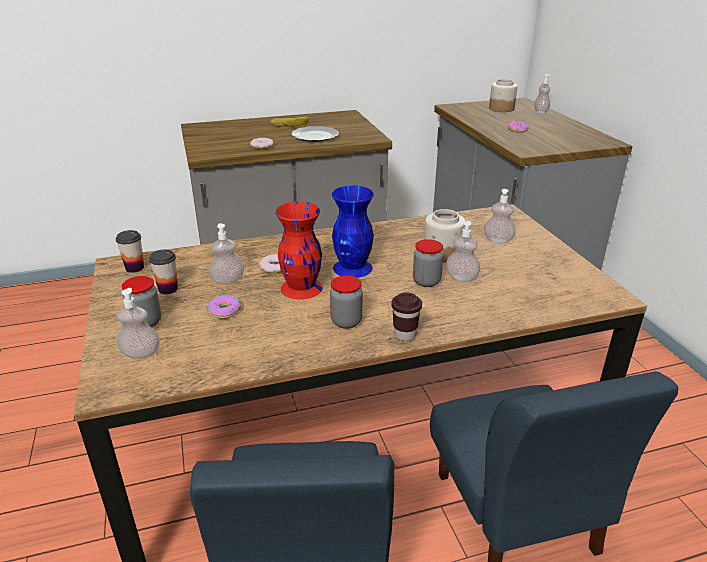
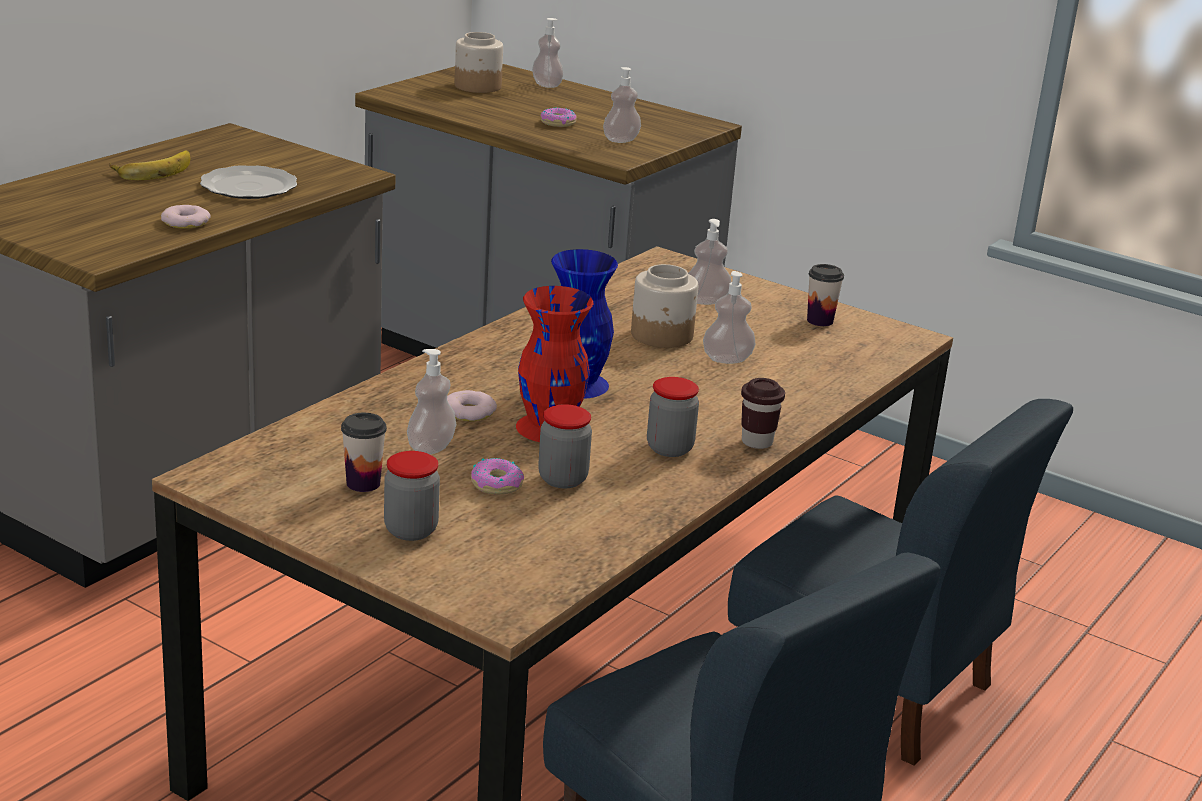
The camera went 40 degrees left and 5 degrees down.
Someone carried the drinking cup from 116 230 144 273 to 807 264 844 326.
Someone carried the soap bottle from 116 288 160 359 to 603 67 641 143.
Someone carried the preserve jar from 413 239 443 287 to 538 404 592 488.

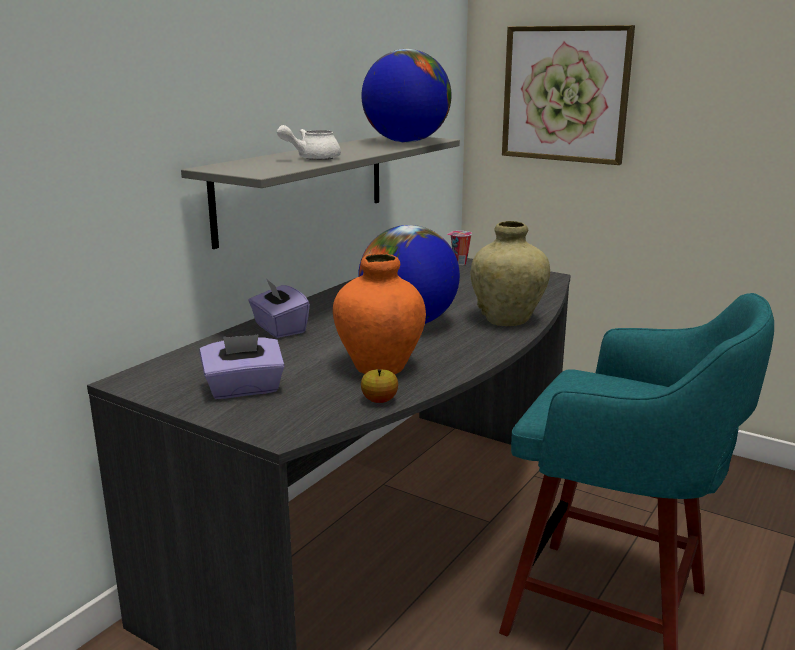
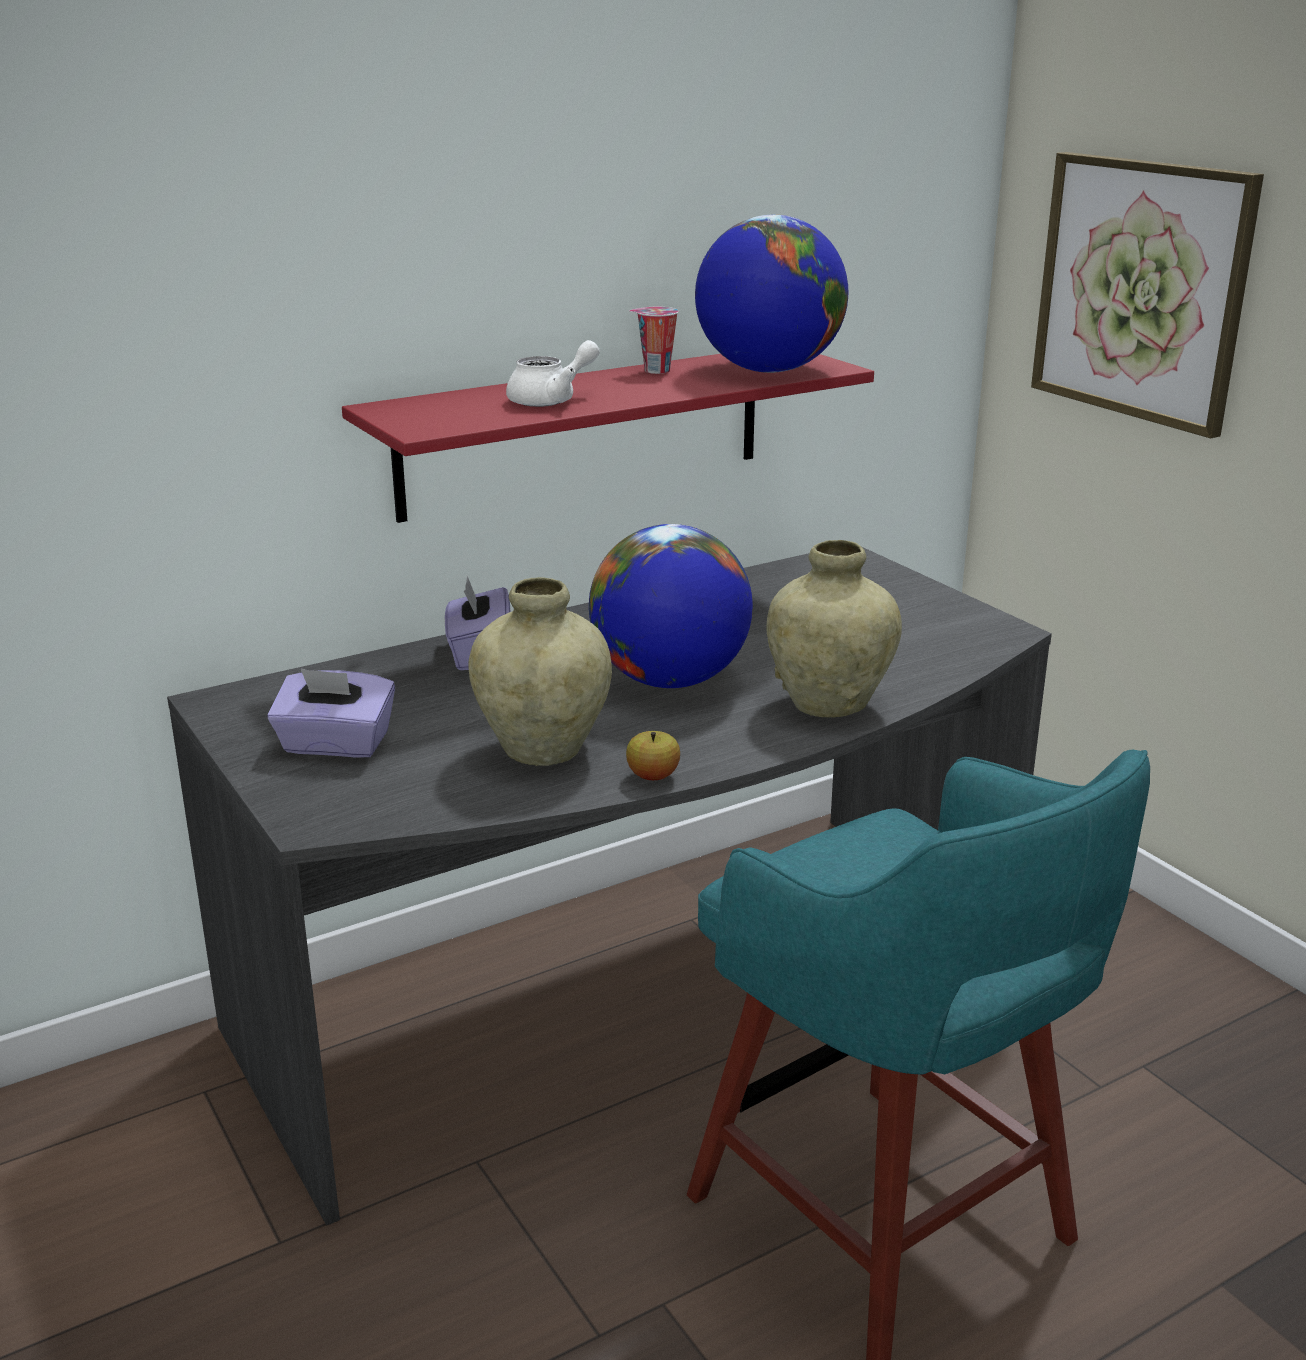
The camera went 25 degrees right and 5 degrees up.
Someone carried the apple from 361 369 398 403 to 626 731 680 780.
Someone carried the drinking cup from 447 231 472 265 to 629 307 679 374.
Someone repainted the shelf (gray) at 181 136 460 249, which became the shelf (reddish) at 342 354 874 523.
Someone repainted the vase (orange) at 333 254 426 374, which became the vase (beige-coloured) at 468 577 612 766.
Someone rotated the teapot (whitish) at 277 125 341 160 by 150 degrees clockwise.

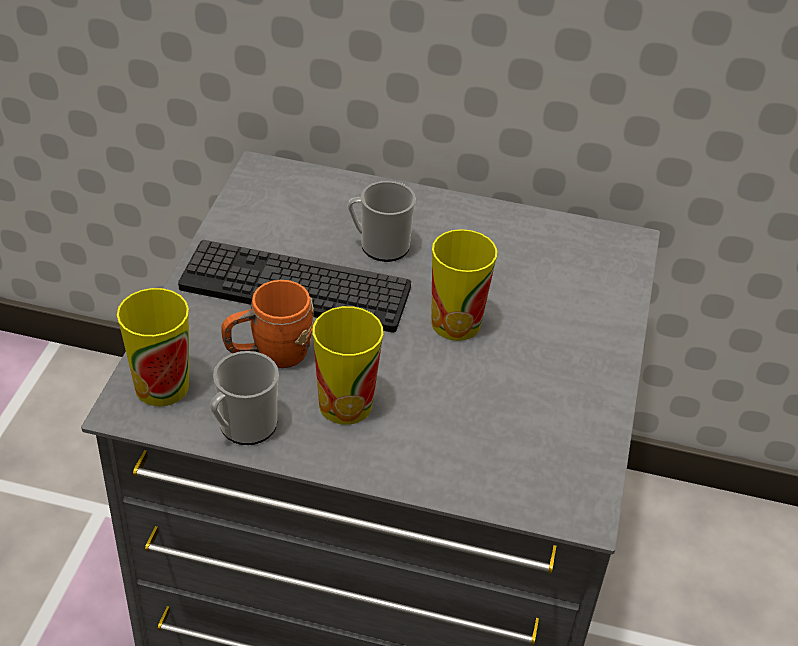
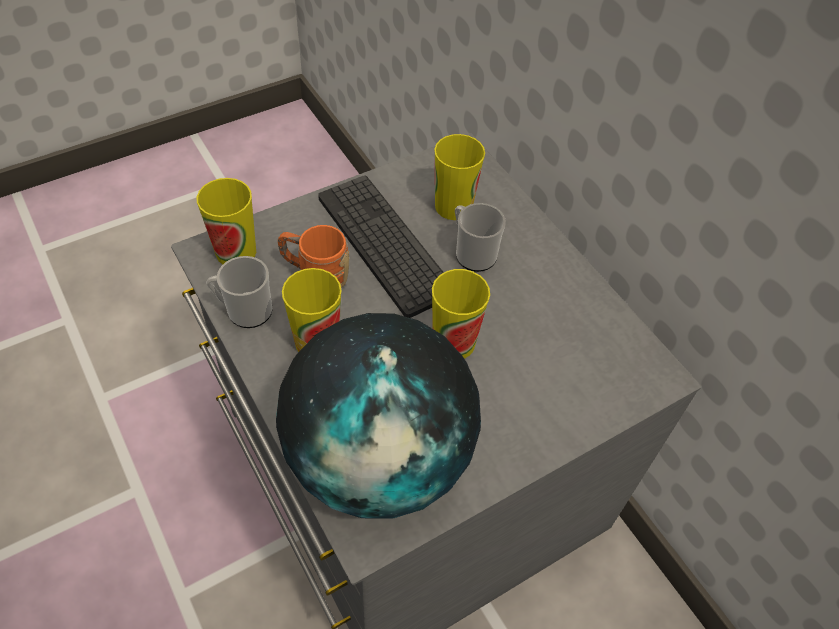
The camera went 45 degrees right and 10 degrees up.
Someone put down the world globe at 276 313 481 519.
Someone put down the drinking cup at 434 134 485 220.

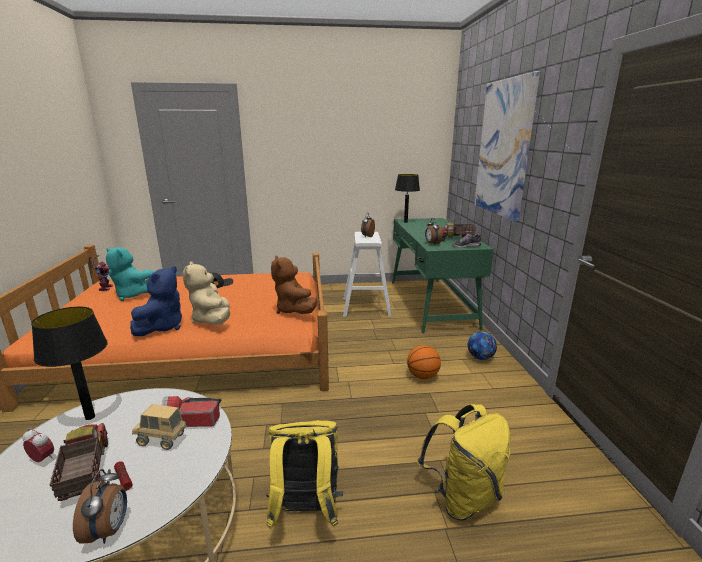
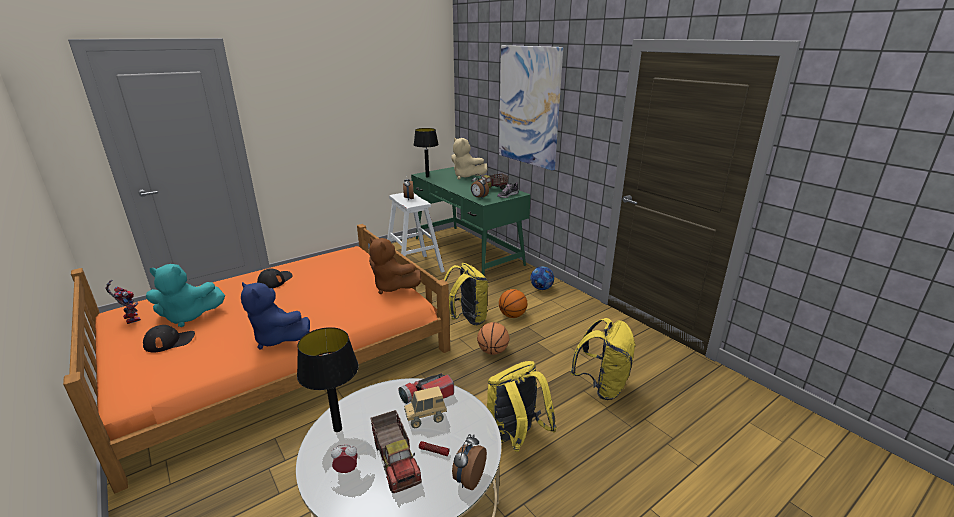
The camera went 30 degrees left and 5 degrees up.
Someone put down the cap (black) at 143 325 195 352.
Someone put down the knapsack (yellow) at 444 263 488 326.
Someone put down the ball for basketball at 477 322 509 355.
Someone carried the soft toy (beige-coloured) from 182 262 230 325 to 451 138 488 180.
Someone rotated the toy truck at 49 423 108 501 by 150 degrees counterclockwise.
Someone rotated the table clock at 73 469 127 544 by 120 degrees counterclockwise.
Someone rotated the soft toy (blue) at 130 266 182 336 by 135 degrees clockwise.

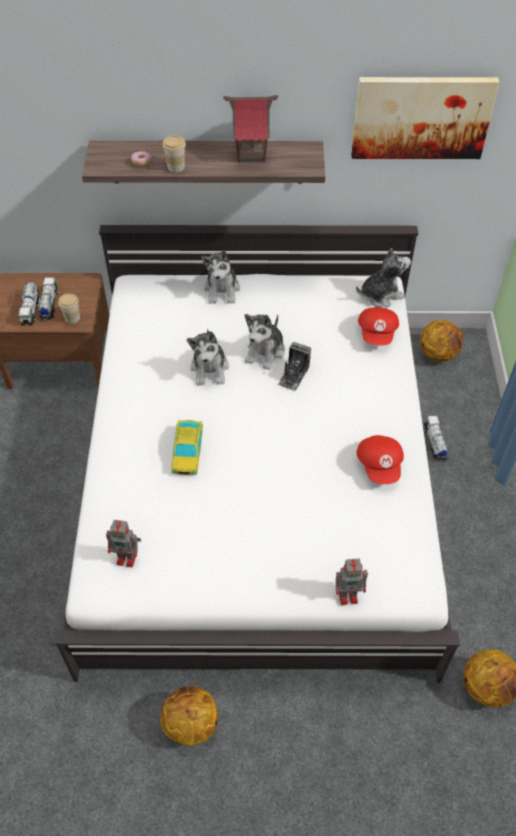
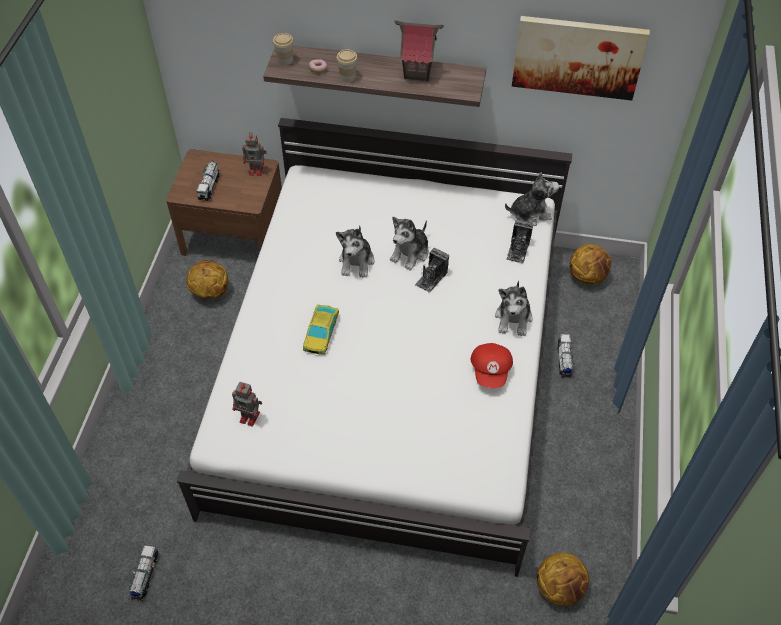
The camera went 10 degrees right and 0 degrees up.
Someone carried the toy truck from 38 277 58 320 to 128 545 158 601.
Someone carried the drinking cup from 58 294 80 324 to 273 33 294 65.
Someone carried the ball for basketball from 160 686 218 746 to 186 260 228 299.
Someone carried the soft toy from 201 250 240 304 to 495 280 532 336.
Someone carried the toy robot from 335 559 368 605 to 242 134 266 176.
Someone swapped the cap (reddish) at 358 307 399 346 for the still camera at 506 220 534 263.

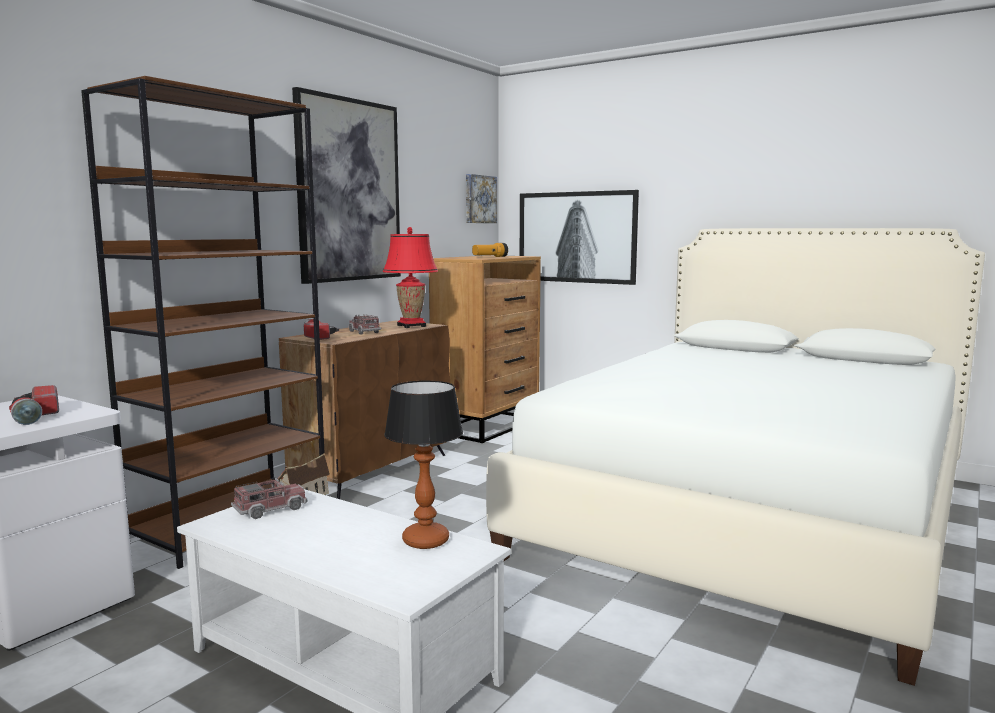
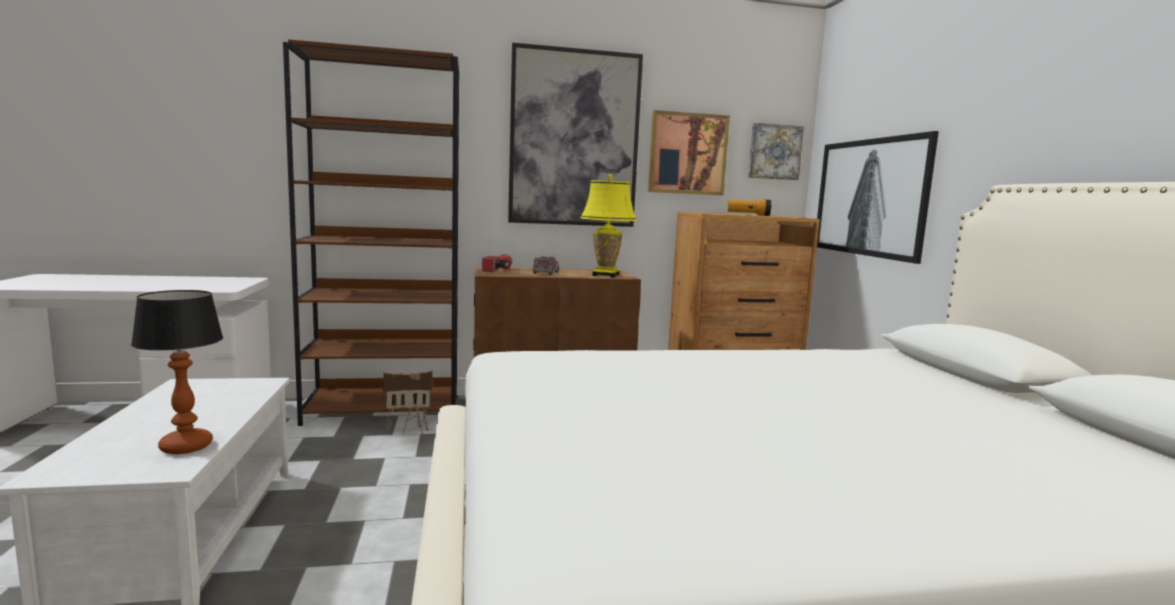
The camera went 45 degrees right and 0 degrees up.
Someone took away the hand torch at 9 385 59 425.
Someone took away the toy truck at 231 478 307 519.
Someone put up the wall picture at 648 110 730 195.
Someone repainted the tabletop lamp (reddish) at 383 227 438 328, which became the tabletop lamp (yellow) at 581 174 637 277.

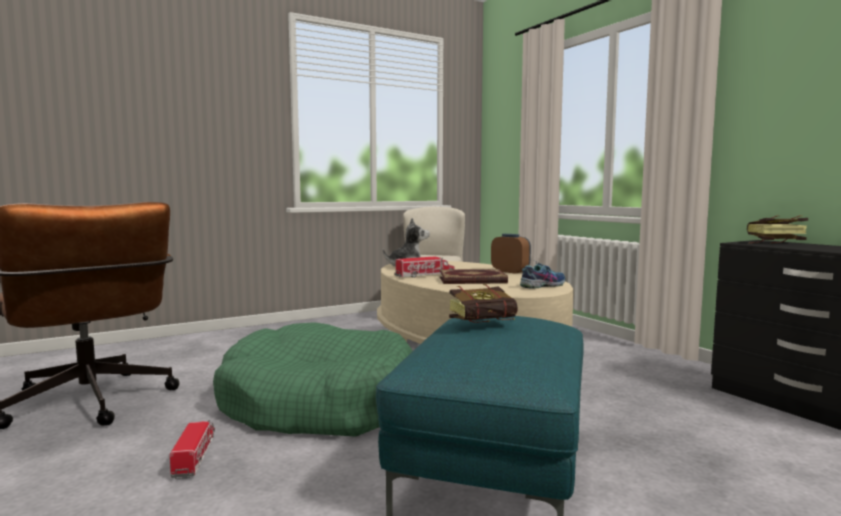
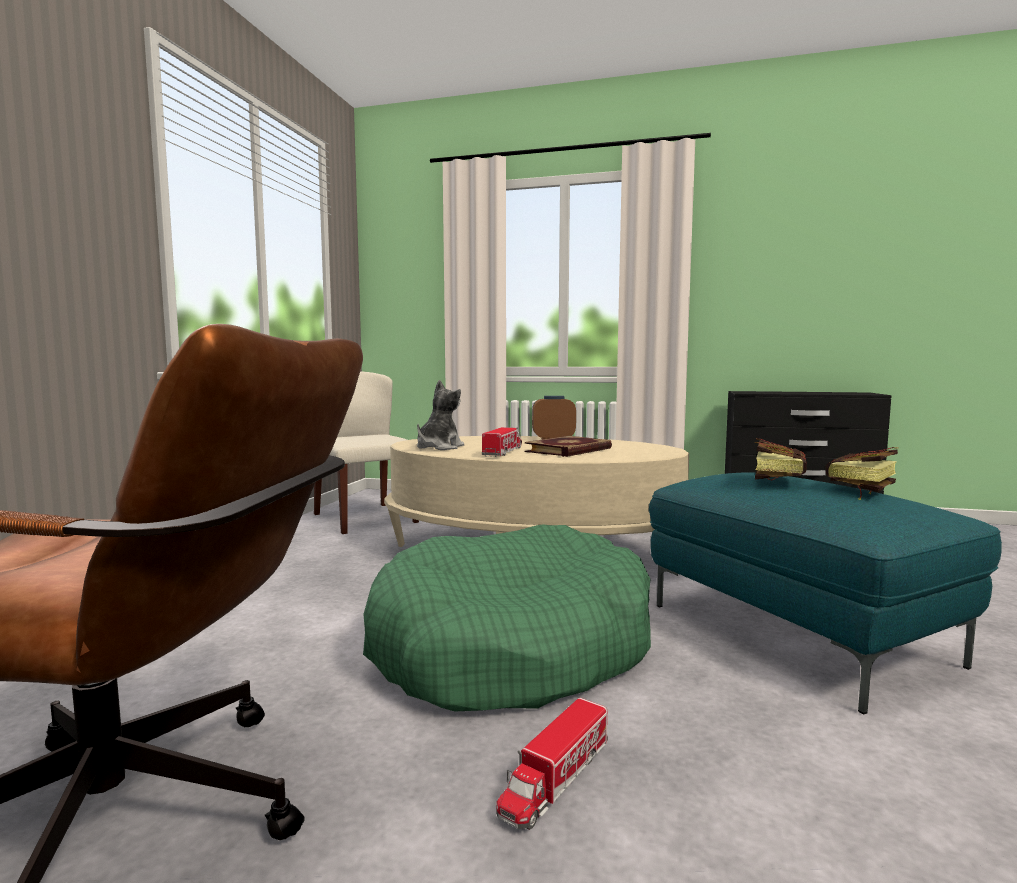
The camera went 45 degrees left and 0 degrees up.
Someone took away the low shoe at 520 261 565 288.
Someone carried the volume from 747 215 808 243 to 825 447 898 500.
Someone rotated the toy truck at 170 420 215 479 by 90 degrees counterclockwise.

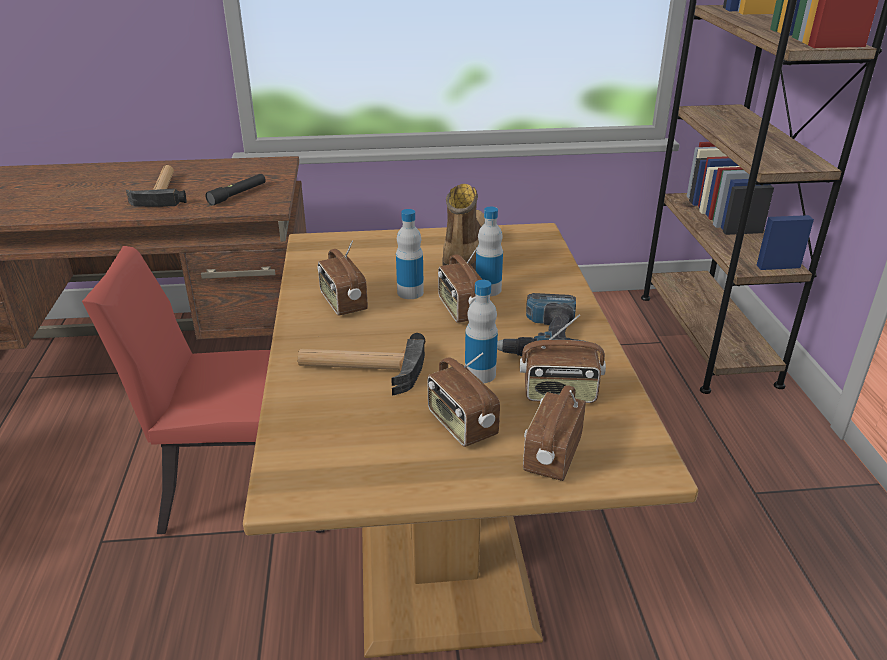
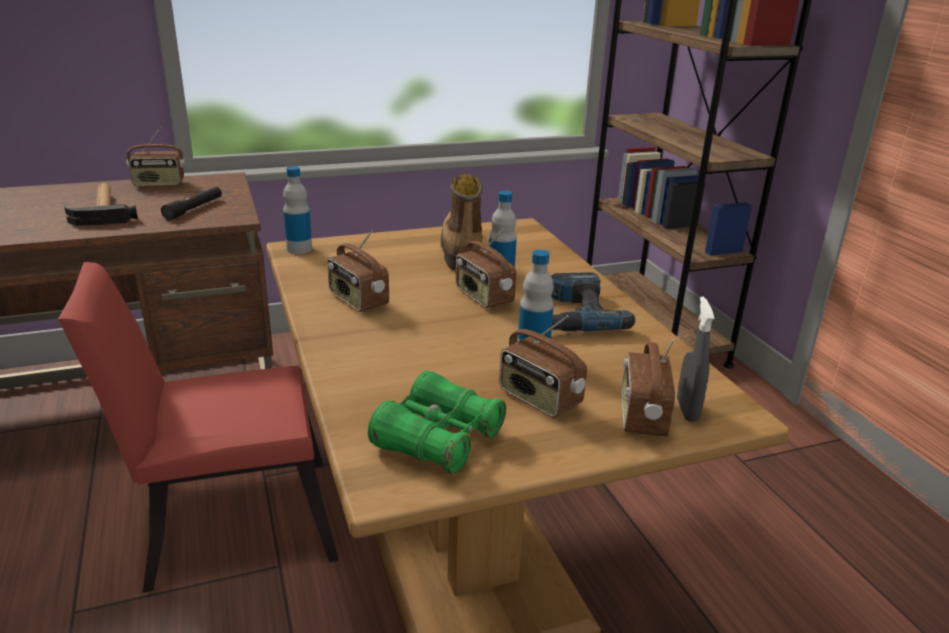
The camera went 15 degrees left and 5 degrees down.
Someone took away the hand hammer at 298 333 425 396.
Someone put down the pair of binoculars (green-coloured) at 368 371 506 474.
Someone put down the spray bottle (gray) at 677 296 715 422.
Someone carried the drink bottle from 396 209 424 299 to 283 166 312 254.
Someone carried the radio from 520 315 606 403 to 126 127 186 187.

